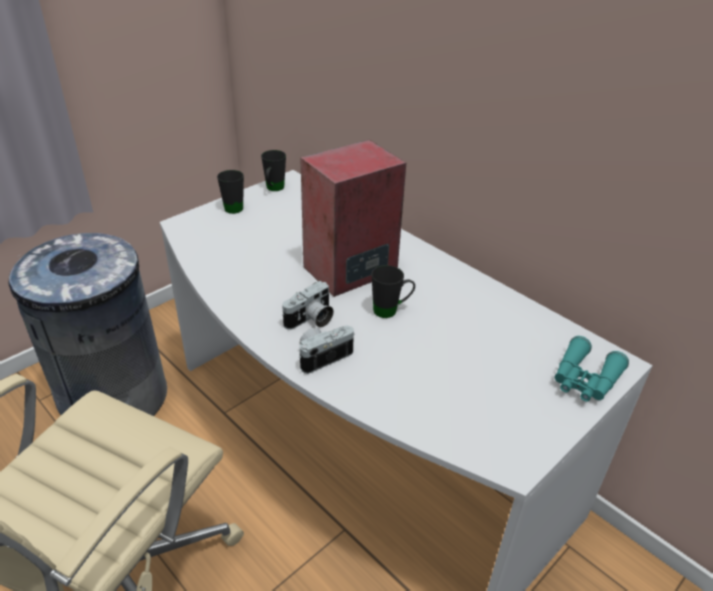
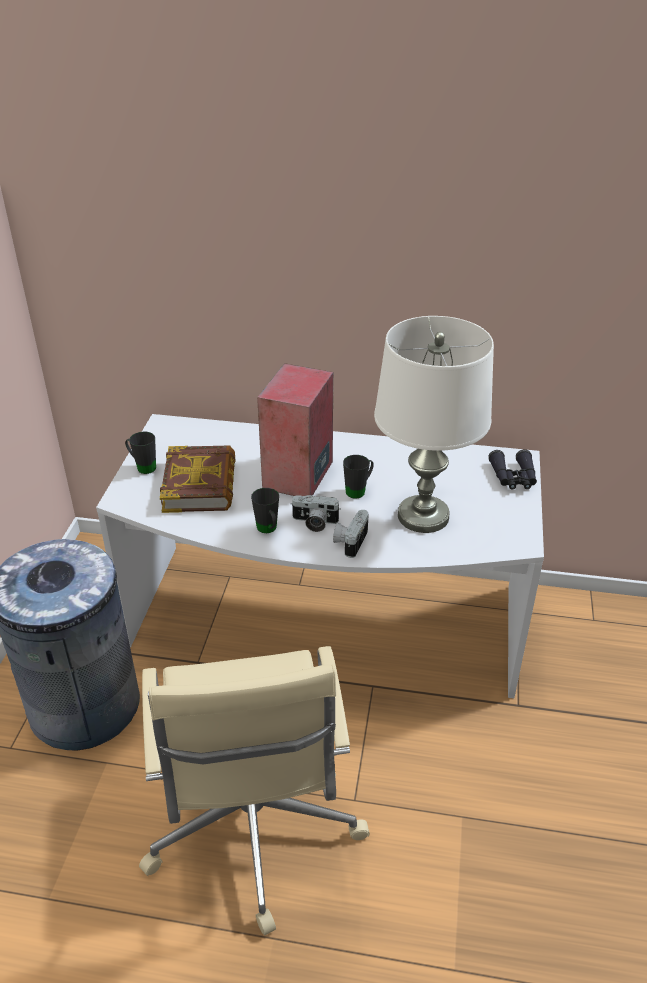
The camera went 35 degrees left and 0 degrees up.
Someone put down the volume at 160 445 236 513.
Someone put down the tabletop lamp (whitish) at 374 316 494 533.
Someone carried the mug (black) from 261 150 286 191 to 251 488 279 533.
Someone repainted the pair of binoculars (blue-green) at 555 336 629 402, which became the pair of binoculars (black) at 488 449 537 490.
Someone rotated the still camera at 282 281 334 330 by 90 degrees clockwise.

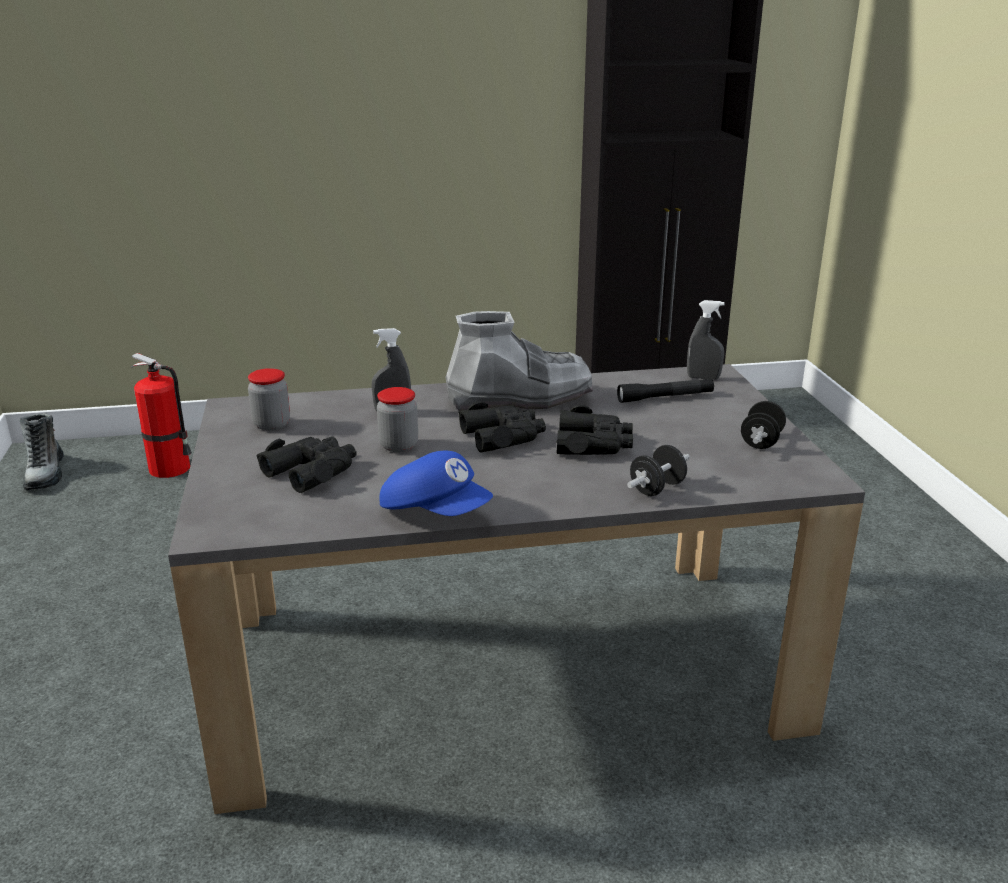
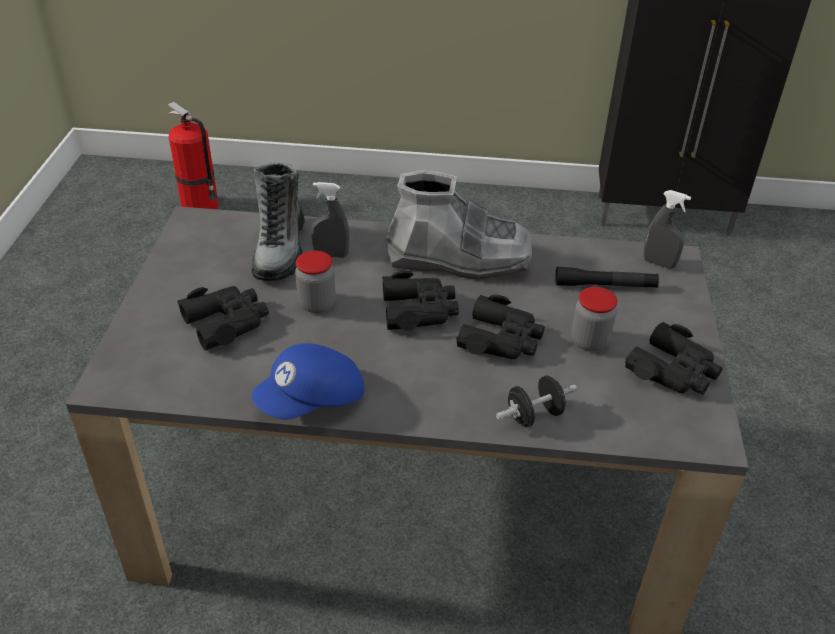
The camera went 15 degrees right and 15 degrees up.
Someone carried the high-top boot from 19 413 64 490 to 252 163 305 281.
Someone carried the preserve jar from 248 368 290 431 to 571 287 618 351.
Someone swapped the free weight (black) at 741 401 786 449 for the pair of binoculars (black) at 625 322 723 395.
Someone rotated the cap (blue) at 379 451 493 516 by 90 degrees clockwise.

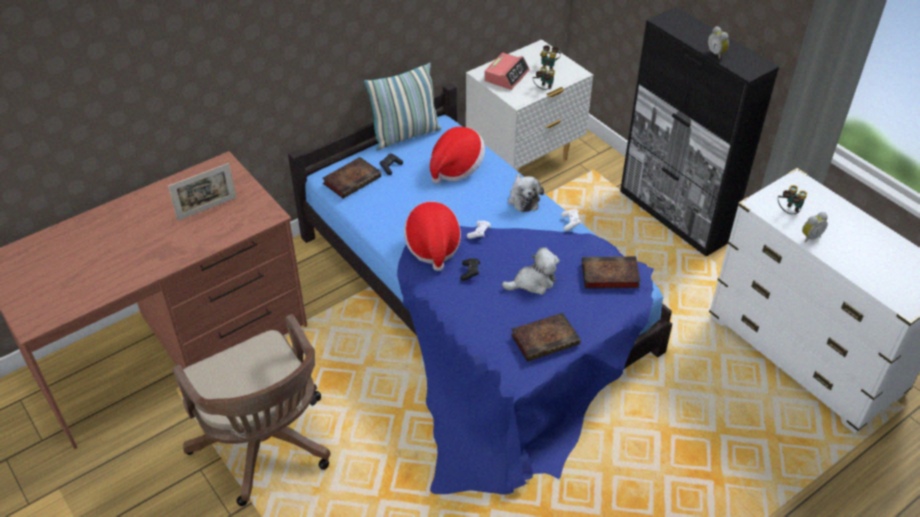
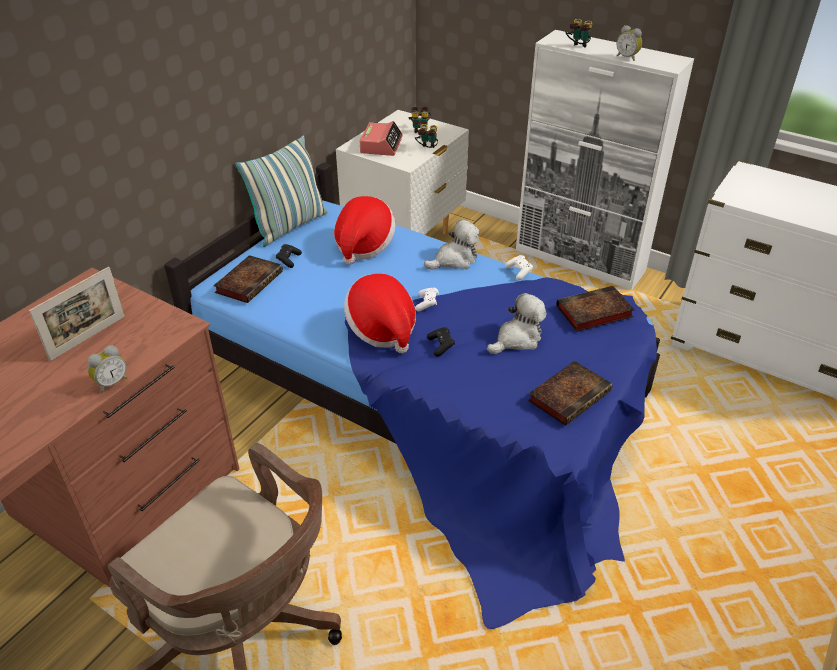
The camera went 20 degrees left and 5 degrees down.
Someone carried the pair of binoculars from 778 185 807 214 to 566 19 592 48.
Someone carried the table clock from 802 212 828 243 to 88 345 127 393.
Someone repainted the cupboard (black) at 620 7 779 256, which became the cupboard (whitish) at 516 30 694 290.
Someone rotated the soft toy at 508 174 544 212 by 90 degrees counterclockwise.

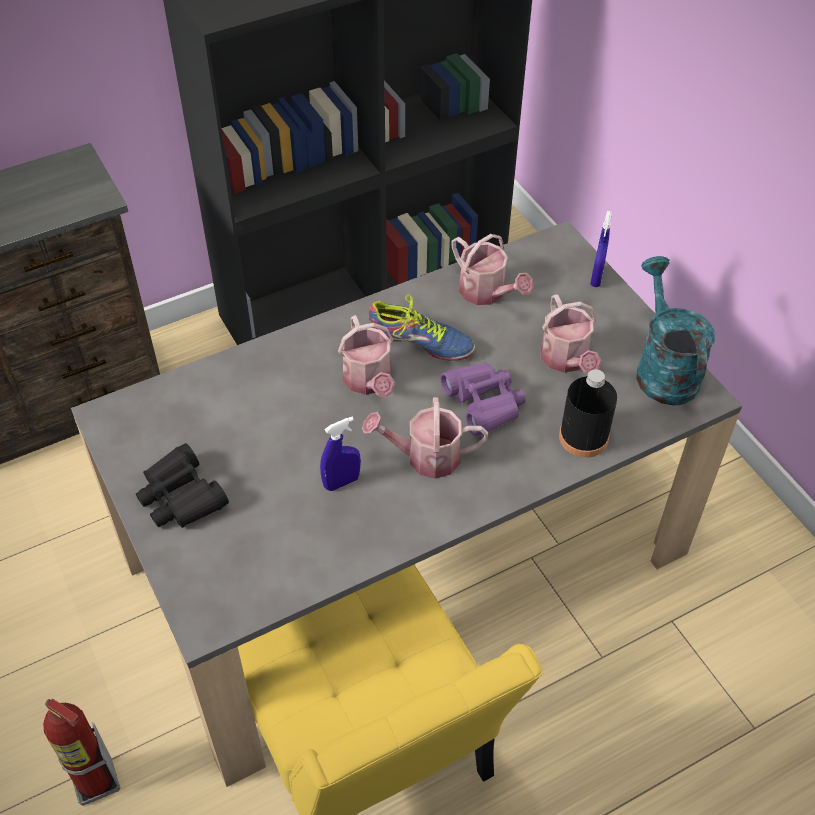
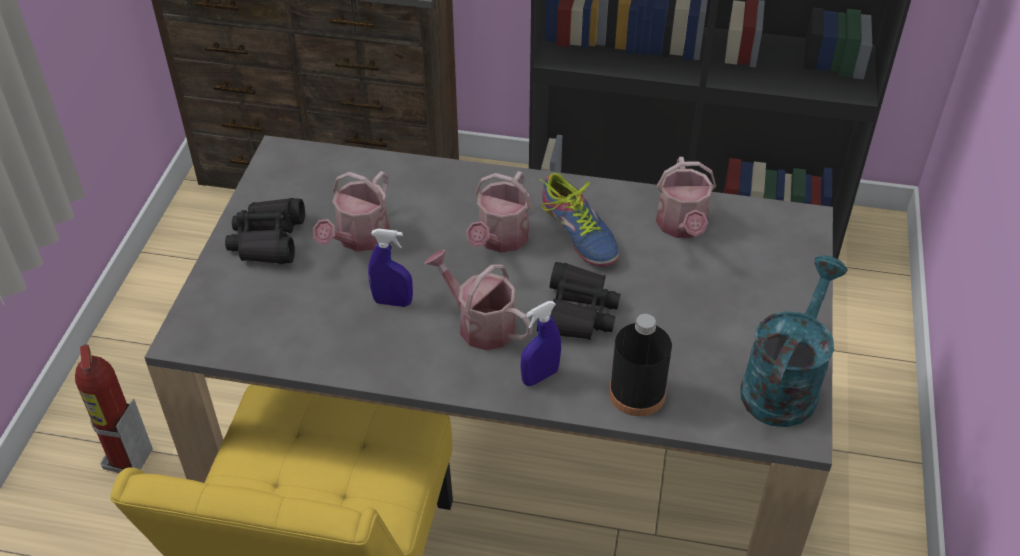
The camera went 40 degrees right and 5 degrees down.
Someone carried the watering pot from 541 294 602 374 to 313 171 390 252.
Someone carried the spray bottle (blue) from 590 211 612 287 to 520 301 561 386.
Someone repainted the pair of binoculars (purplish) at 440 362 526 436, which became the pair of binoculars (black) at 537 262 621 340.

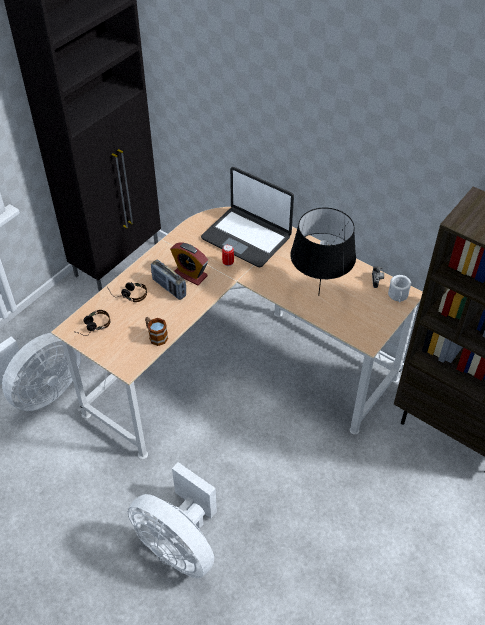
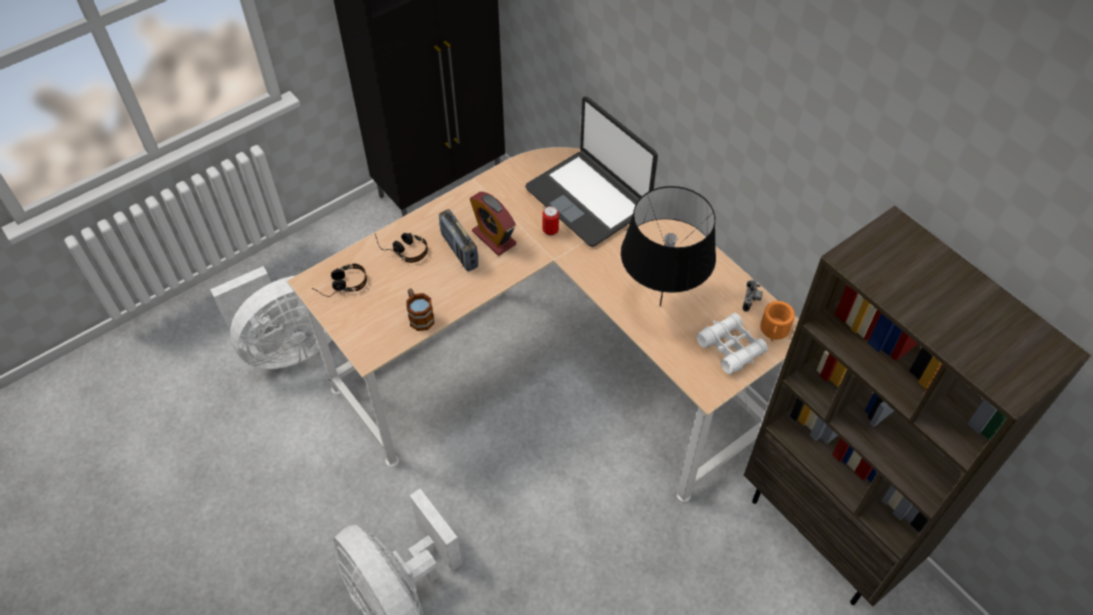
The camera went 15 degrees right and 5 degrees up.
Someone put down the pair of binoculars (whitish) at 696 313 768 374.
Someone repainted the mug (whitish) at 388 275 411 302, which became the mug (orange) at 760 301 795 341.

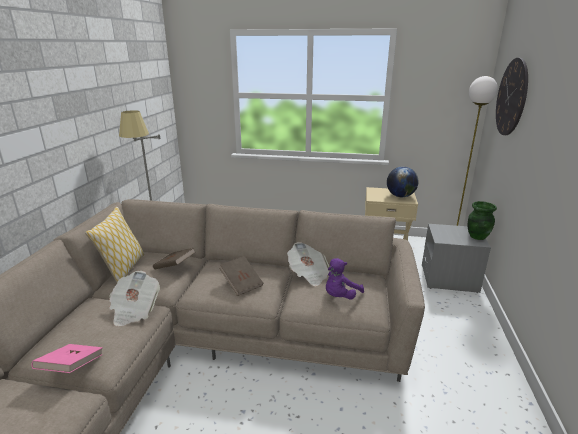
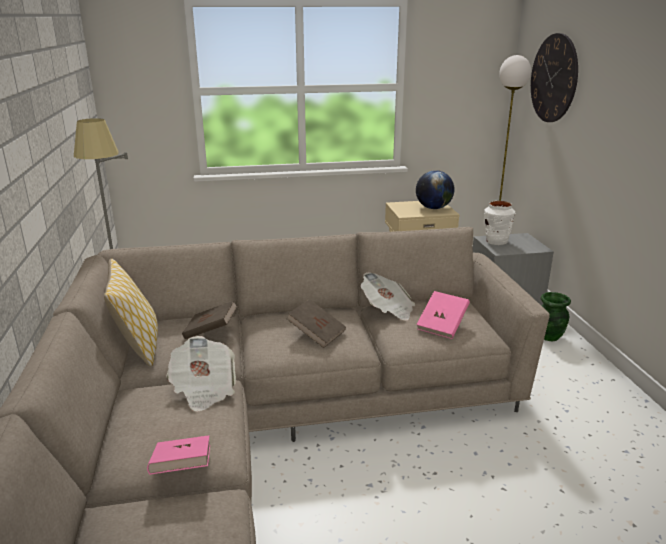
The camera went 20 degrees left and 0 degrees up.
Someone put down the vase (whitish) at 484 201 515 245.
Someone carried the vase (green-coloured) from 468 201 497 240 to 540 292 571 341.
Someone swapped the soft toy (purplish) at 326 258 364 299 for the volume (pink) at 416 291 470 339.

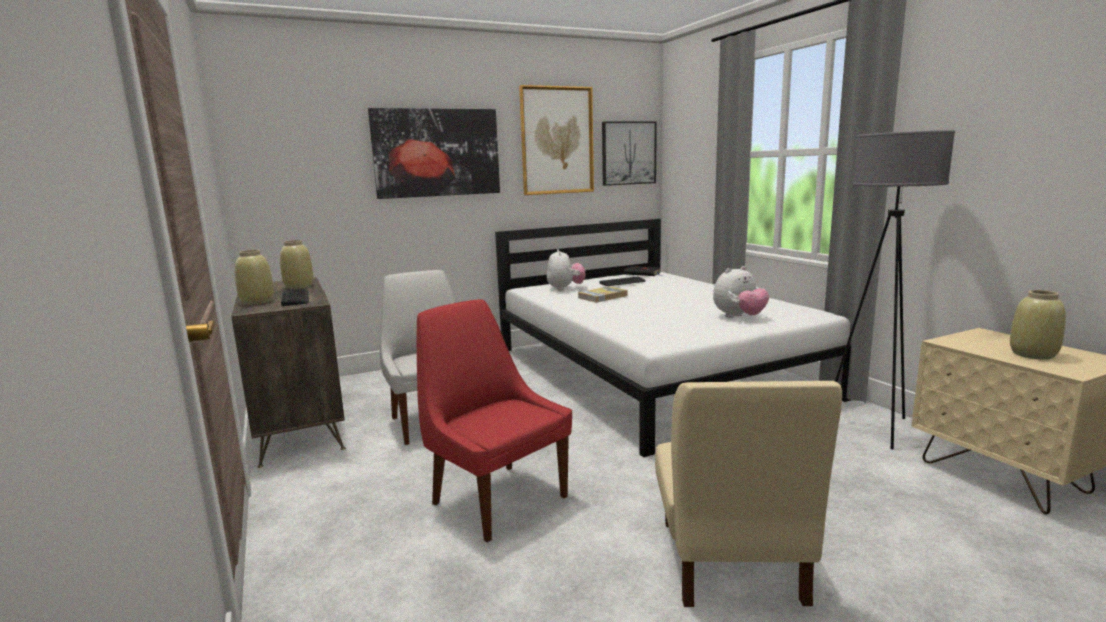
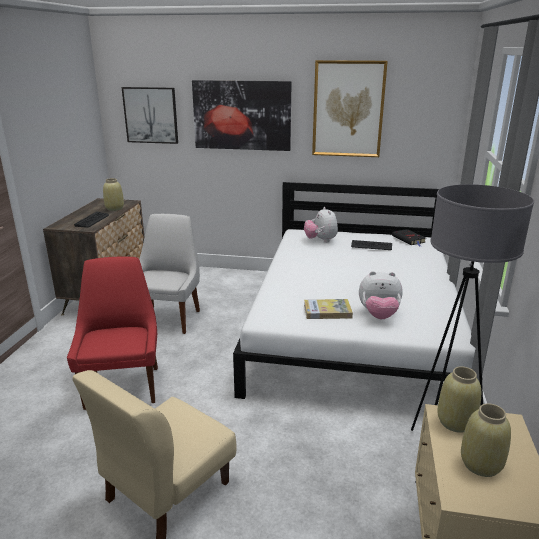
The camera went 35 degrees right and 10 degrees up.
Someone carried the vase (beige-coloured) from 235 250 274 305 to 437 366 481 433.
Someone carried the volume from 578 286 628 303 to 304 299 353 319.
Someone carried the wall picture from 602 122 657 186 to 122 87 178 144.
Someone rotated the soft toy at 547 249 586 291 by 135 degrees clockwise.

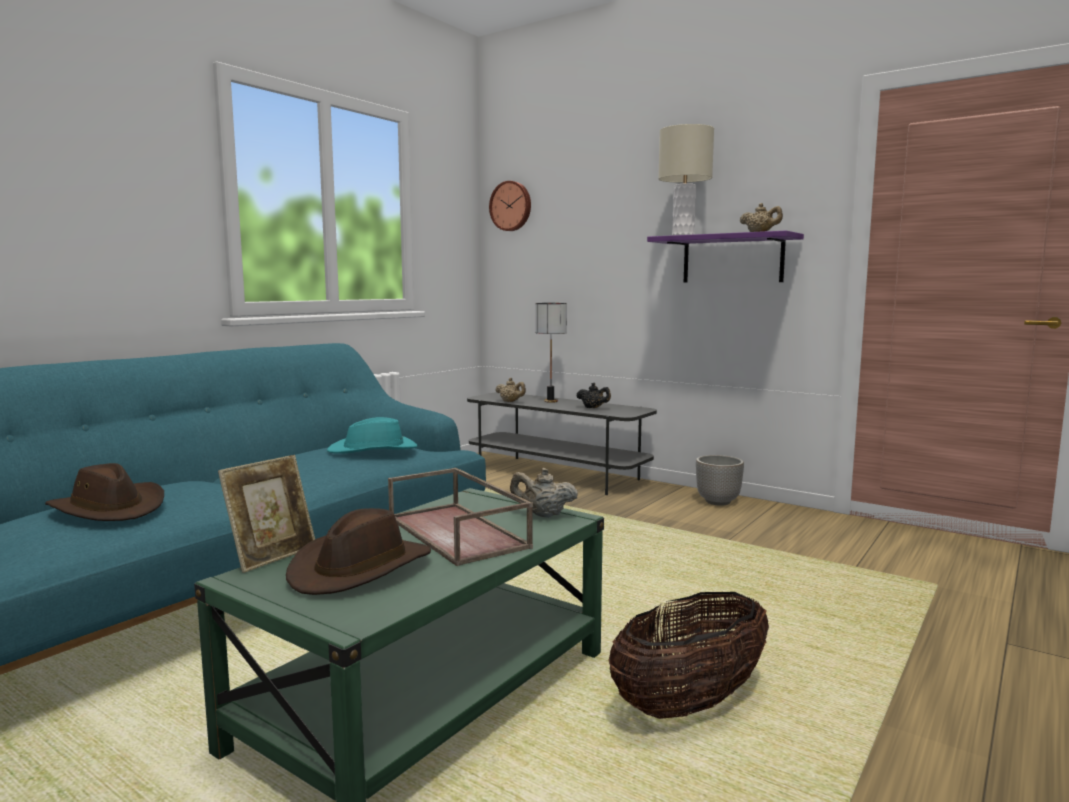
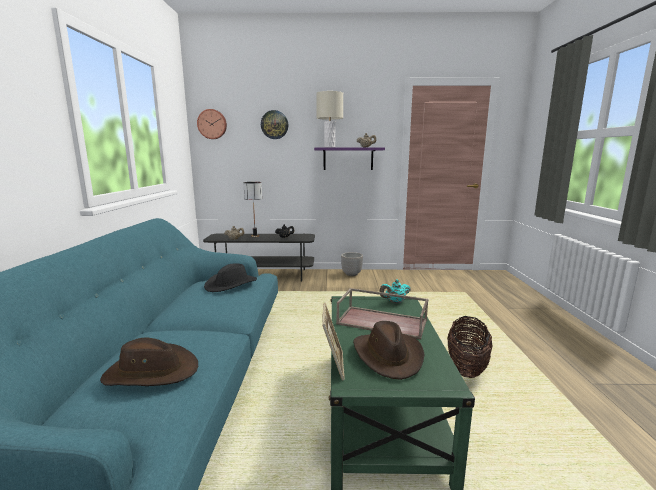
The camera went 35 degrees left and 5 degrees up.
Someone put up the clock on the wall at 261 110 288 139.
Someone repainted the clothing hat (blue-green) at 327 417 418 454, which became the clothing hat (black) at 204 264 257 292.
Someone repainted the teapot (beige-coloured) at 510 468 578 518, which became the teapot (blue-green) at 379 279 411 303.

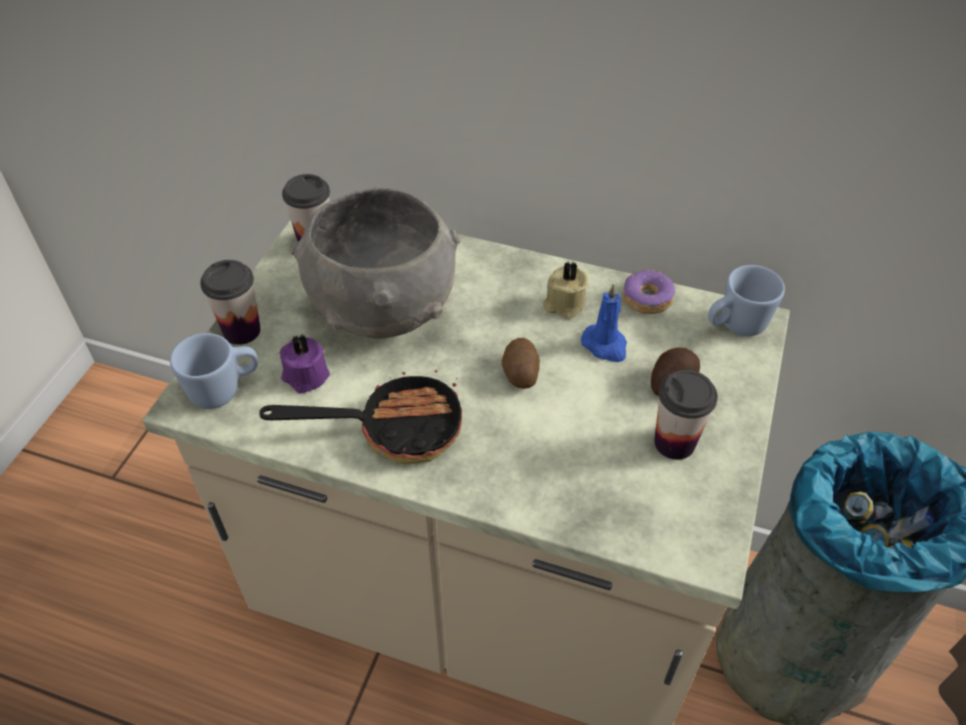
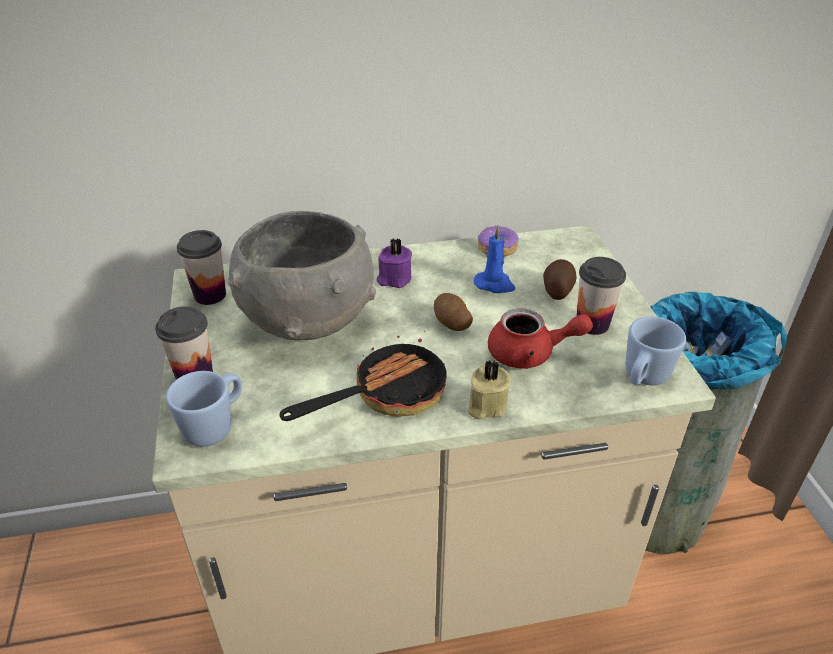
The camera went 30 degrees left and 10 degrees down.
Someone put down the teapot (reddish) at 488 308 593 369.
Someone carried the wax candle (purplish) from 280 334 330 393 to 377 238 412 288.
Someone carried the wax candle (beige-coloured) from 543 261 588 319 to 467 360 512 420.
Someone carried the mug (blue) from 708 265 785 336 to 626 316 686 385.

